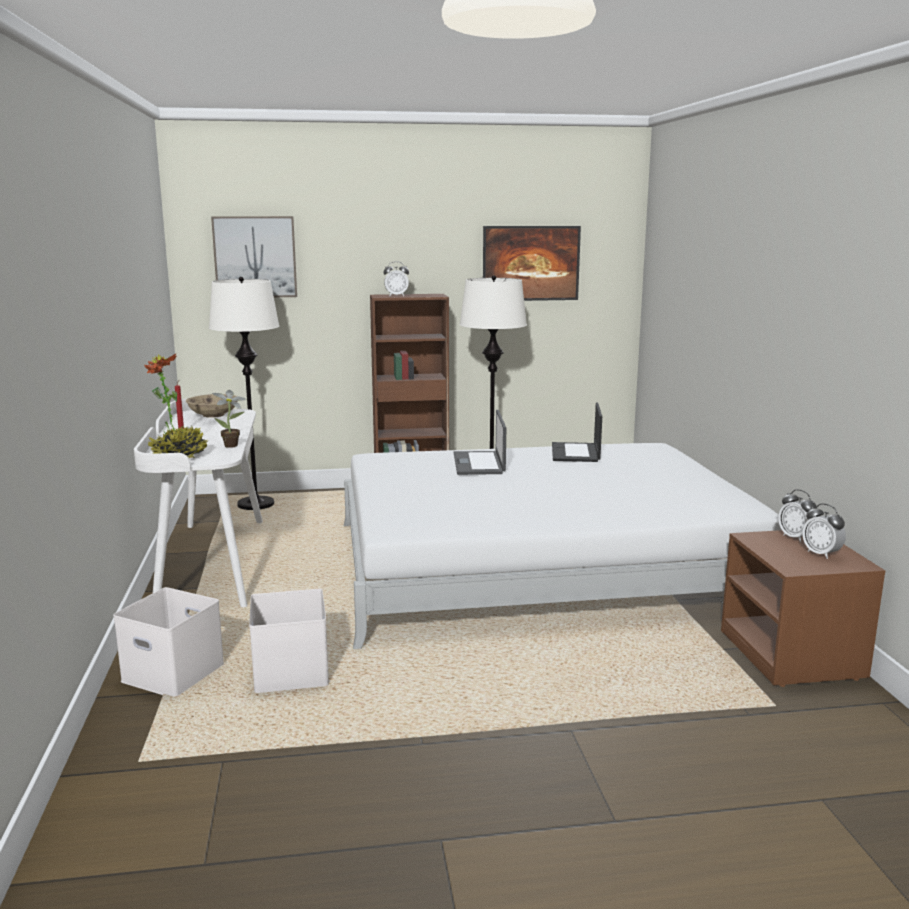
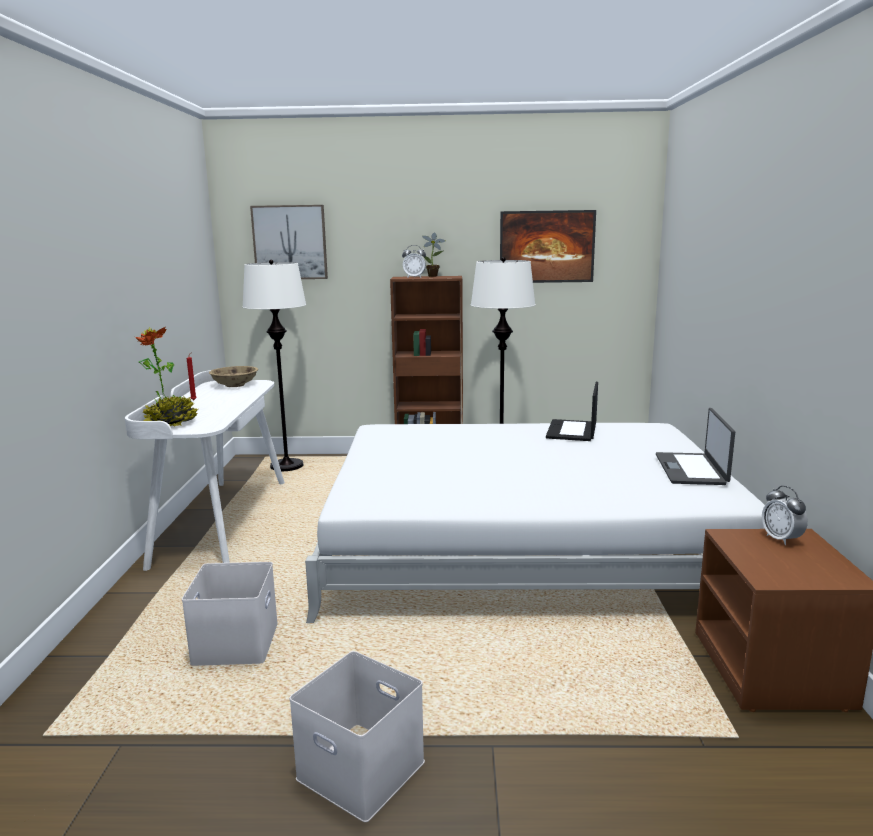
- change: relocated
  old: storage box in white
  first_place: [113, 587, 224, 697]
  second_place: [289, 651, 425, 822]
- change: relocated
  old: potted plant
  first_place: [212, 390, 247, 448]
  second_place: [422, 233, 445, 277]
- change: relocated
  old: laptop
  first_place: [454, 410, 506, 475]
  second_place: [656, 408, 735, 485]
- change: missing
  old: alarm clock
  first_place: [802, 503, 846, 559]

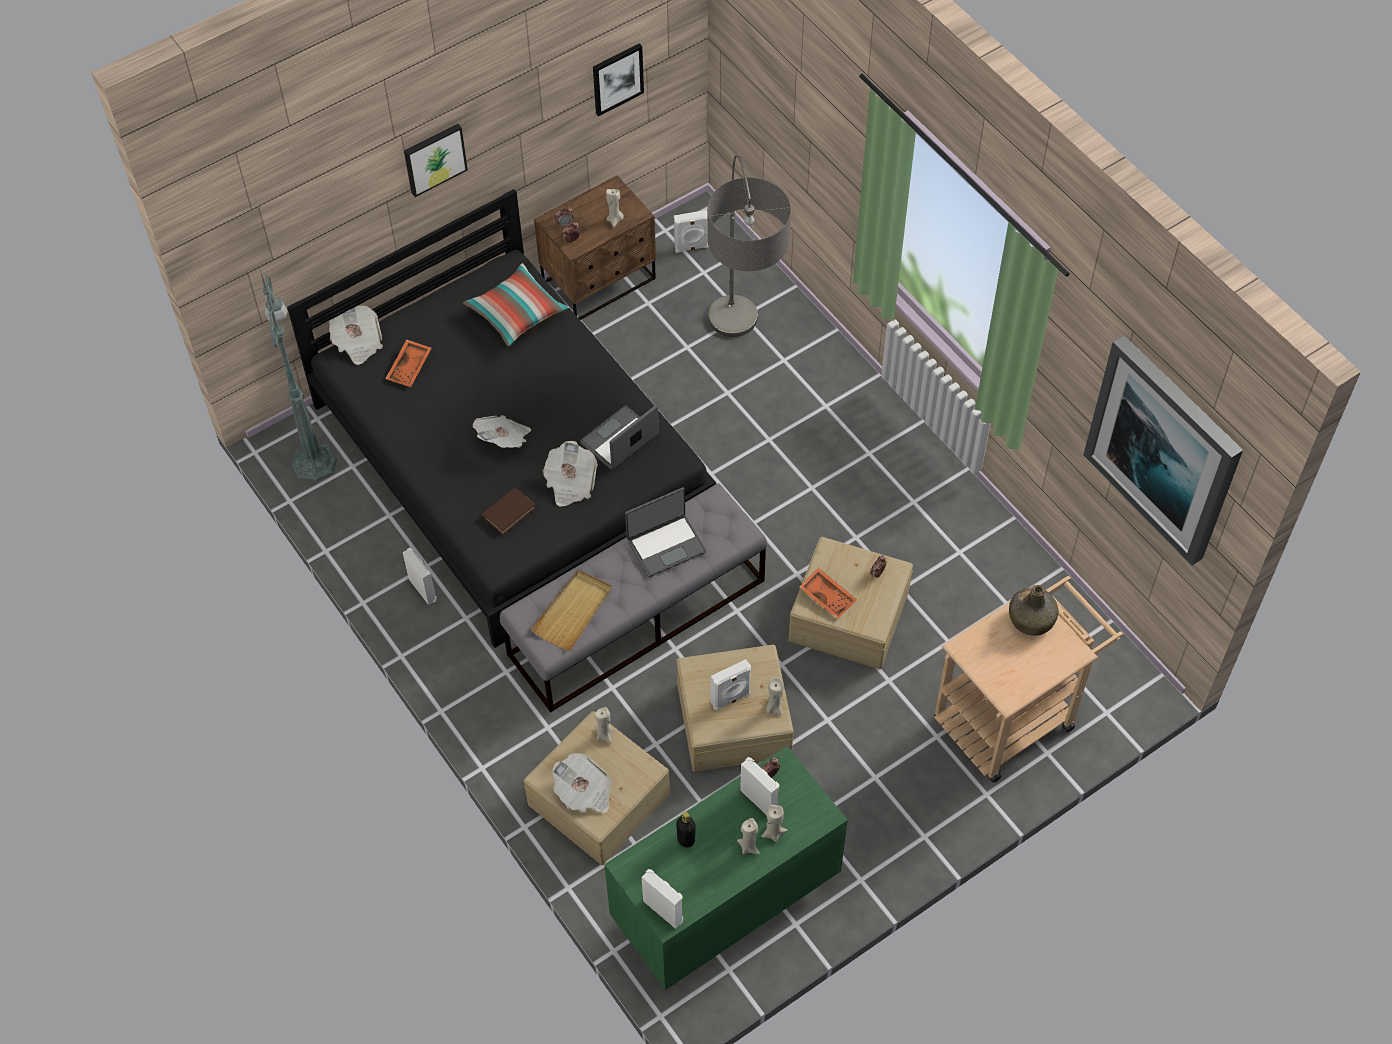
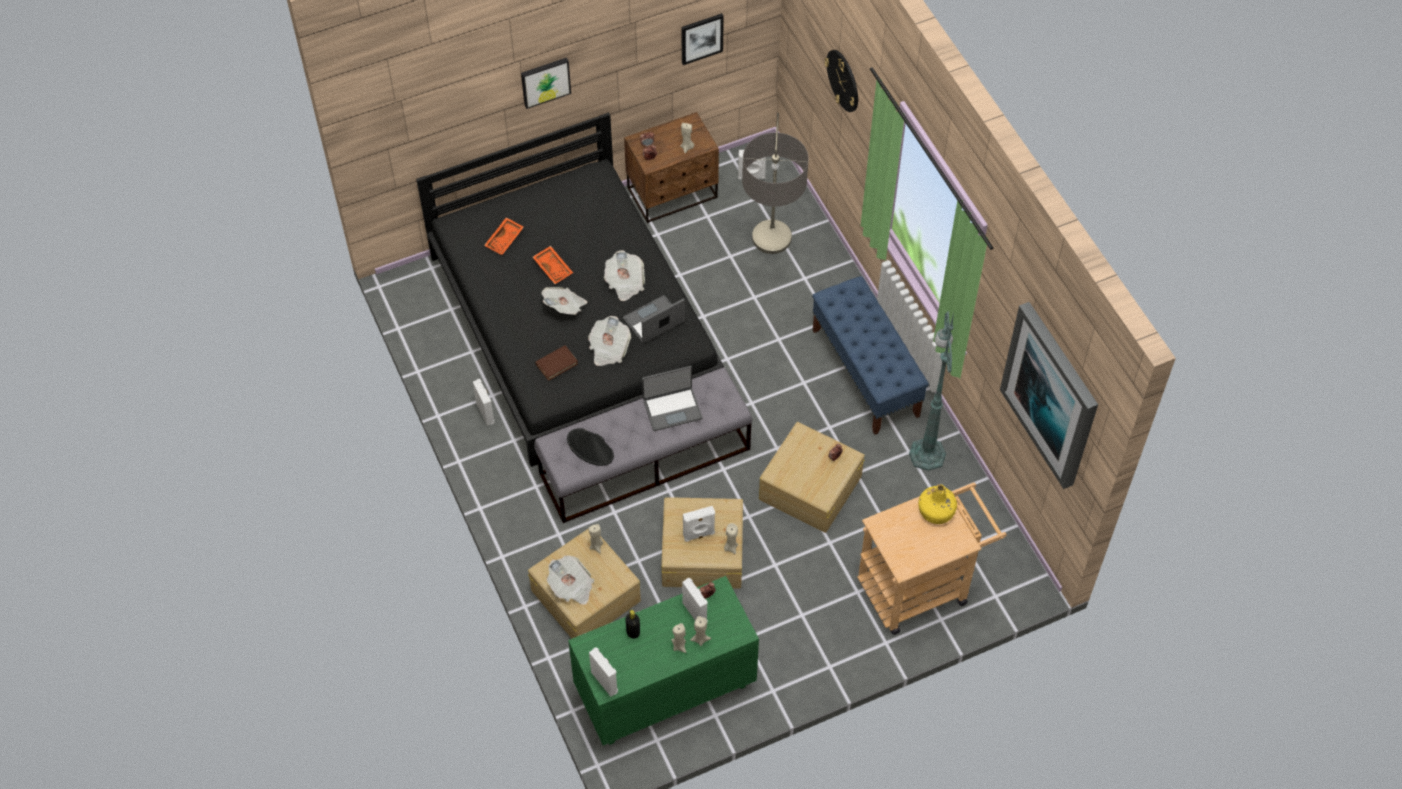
- change: relocated
  old: tray in orange
  first_place: [799, 568, 857, 619]
  second_place: [533, 246, 573, 284]
- change: exchanged
  old: tray in beige
  new: hat in black
  first_place: [531, 569, 612, 650]
  second_place: [567, 428, 614, 466]
- change: relocated
  old: newspaper
  first_place: [329, 306, 383, 365]
  second_place: [604, 250, 645, 301]
- change: appeared
  new: bench in blue
  second_place: [812, 276, 929, 435]
- change: appeared
  new: wall clock
  second_place: [825, 50, 858, 112]
- change: relocated
  old: floor lamp in green
  first_place: [260, 270, 337, 481]
  second_place: [909, 311, 954, 471]
- change: colour
  old: bottle in green
  new: bottle in yellow
  first_place: [1009, 585, 1058, 636]
  second_place: [918, 484, 957, 524]
- change: missing
  old: pillow
  first_place: [463, 263, 569, 347]

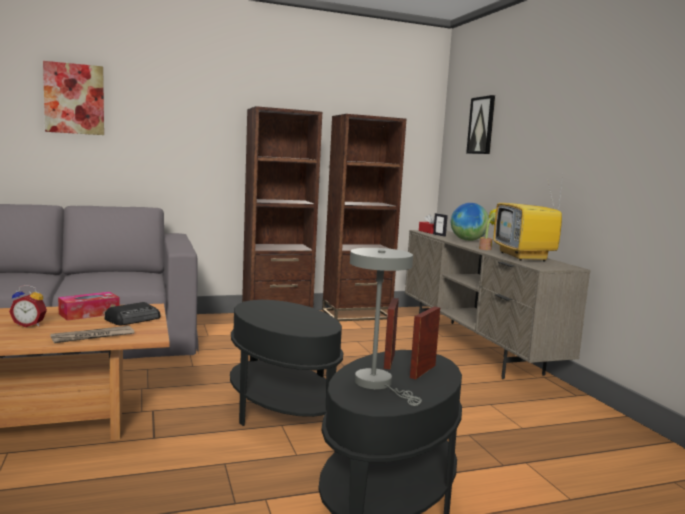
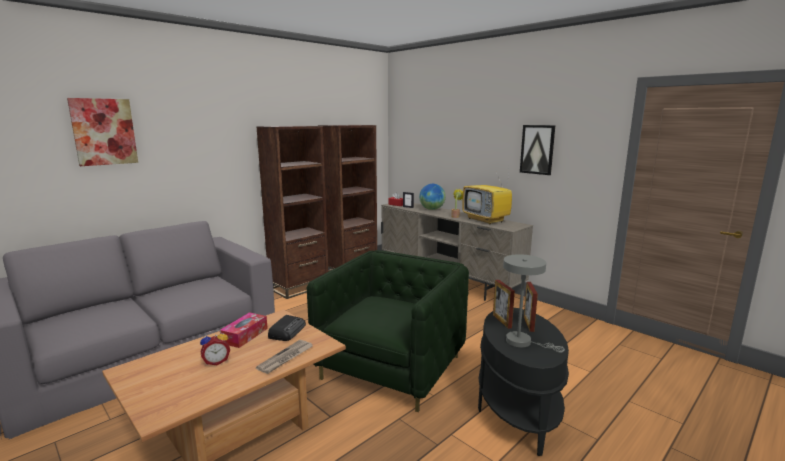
- change: exchanged
  old: side table in black
  new: armchair in green
  first_place: [230, 300, 343, 426]
  second_place: [307, 250, 469, 412]
- change: relocated
  old: picture
  first_place: [466, 95, 495, 154]
  second_place: [520, 125, 555, 175]

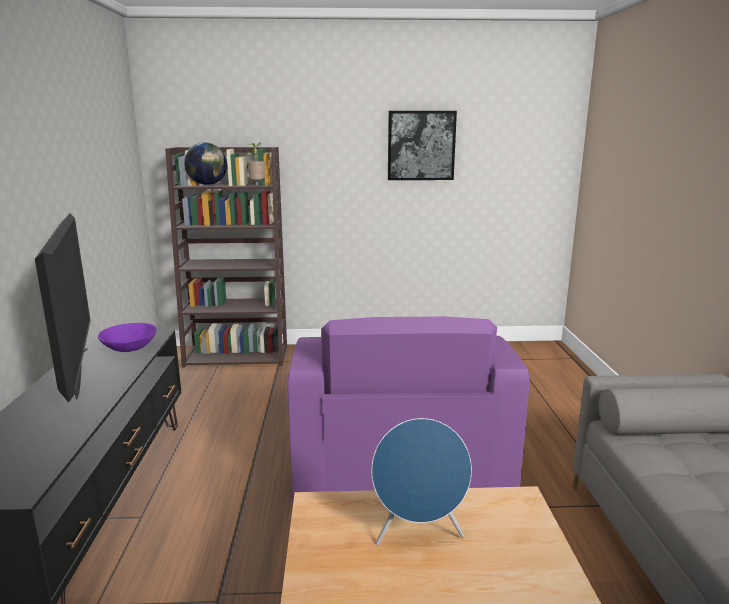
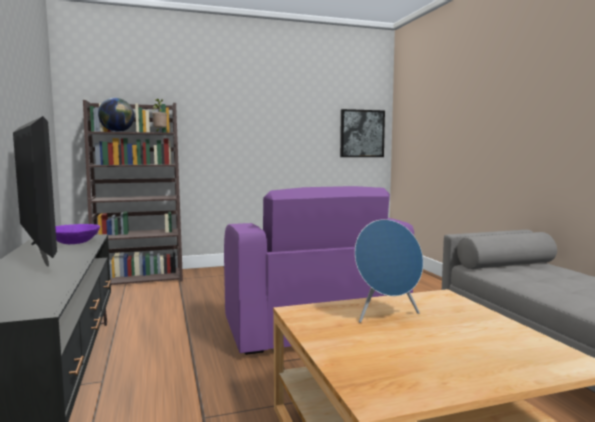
- change: relocated
  old: picture
  first_place: [388, 111, 457, 180]
  second_place: [340, 109, 385, 157]

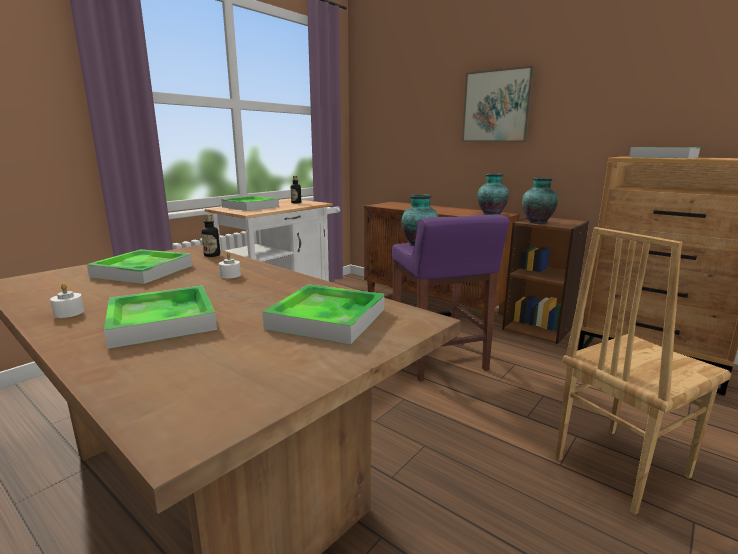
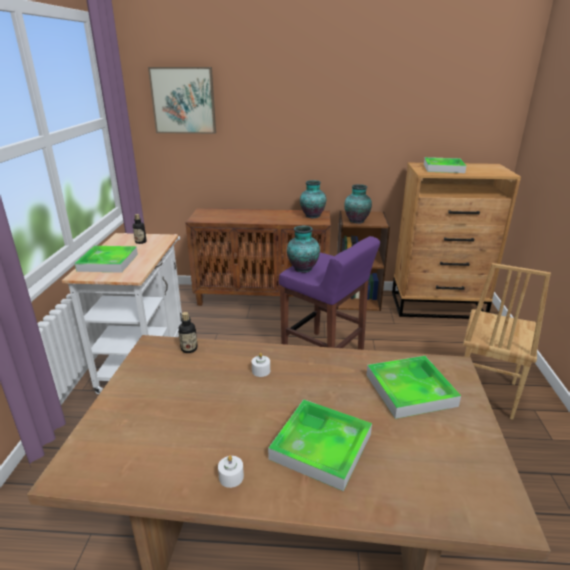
- change: relocated
  old: picture
  first_place: [462, 66, 535, 142]
  second_place: [148, 67, 216, 134]
- change: missing
  old: tray
  first_place: [87, 249, 192, 284]

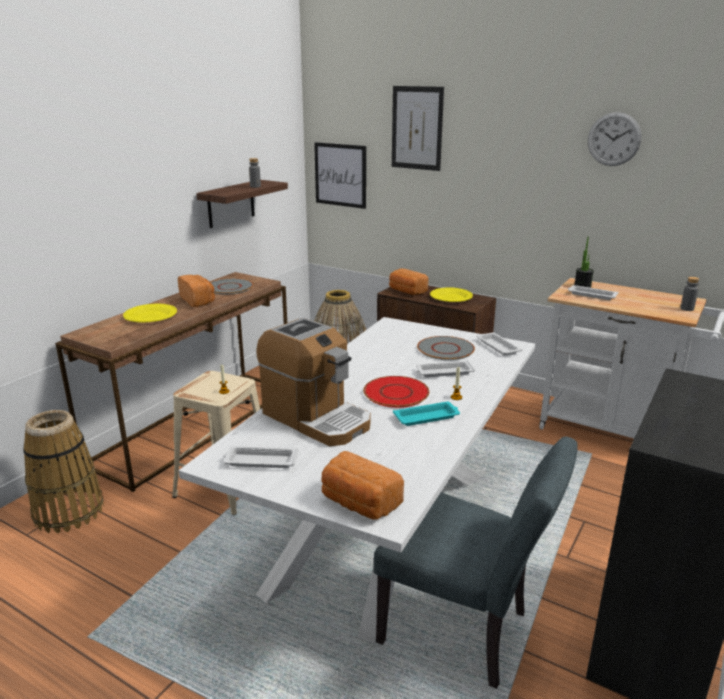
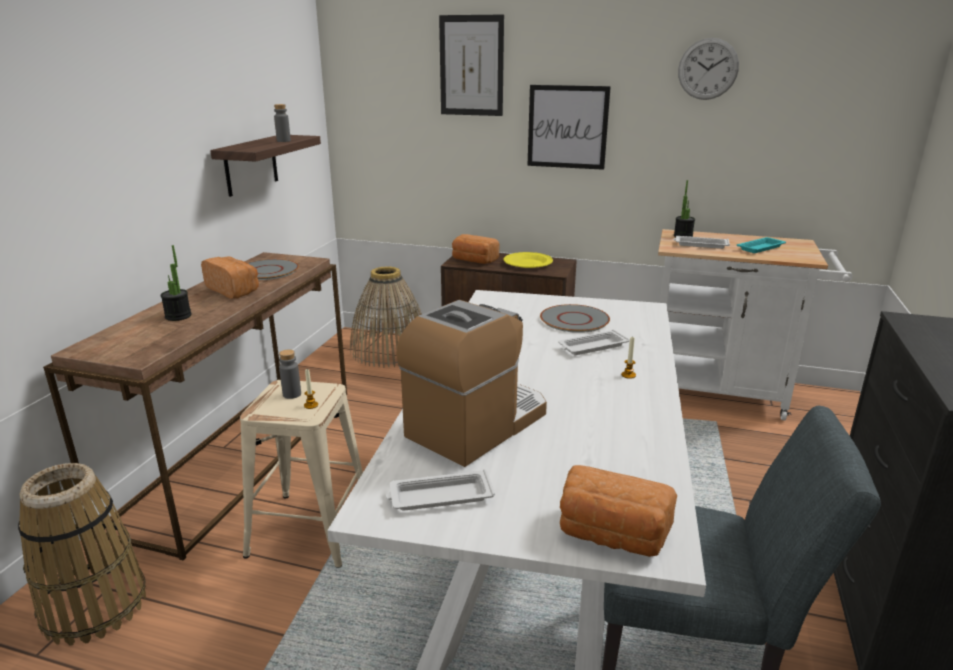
- change: exchanged
  old: plate in yellow
  new: potted plant
  first_place: [123, 304, 177, 323]
  second_place: [160, 245, 192, 321]
- change: relocated
  old: bottle in grey
  first_place: [680, 277, 699, 311]
  second_place: [279, 349, 301, 399]
- change: spun
  old: coffee machine
  first_place: [256, 318, 371, 446]
  second_place: [396, 300, 547, 467]
  degrees: -75
- change: relocated
  old: picture
  first_place: [314, 142, 366, 209]
  second_place: [527, 85, 611, 170]
- change: relocated
  old: tray in turquoise
  first_place: [393, 402, 460, 426]
  second_place: [737, 237, 786, 253]
- change: missing
  old: plate in red
  first_place: [363, 376, 429, 408]
- change: missing
  old: tray in white
  first_place: [477, 332, 522, 356]

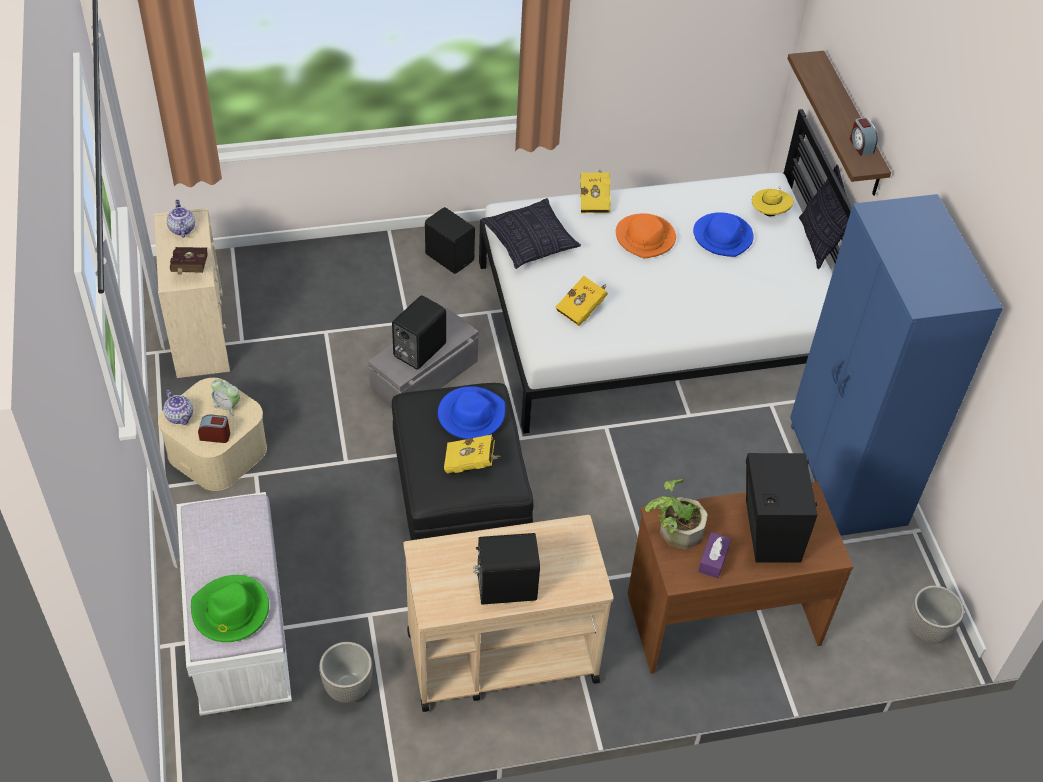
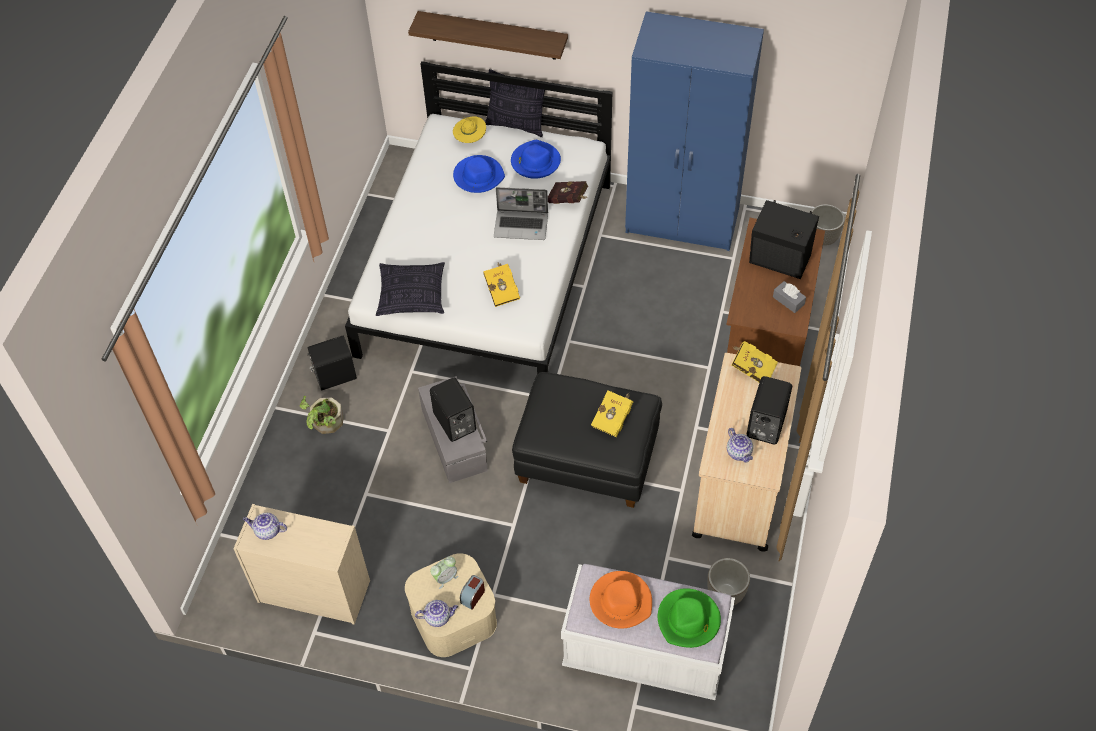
- change: relocated
  old: potted plant
  first_place: [645, 479, 708, 549]
  second_place: [300, 396, 343, 434]
- change: appeared
  new: laptop
  second_place: [494, 187, 548, 240]
- change: relocated
  old: hat in blue
  first_place: [438, 386, 505, 439]
  second_place: [511, 140, 561, 179]
- change: relocated
  old: book in red
  first_place: [170, 247, 208, 275]
  second_place: [548, 181, 588, 204]
- change: relocated
  old: hat in orange
  first_place: [616, 213, 676, 258]
  second_place: [590, 571, 652, 629]
- change: appeared
  new: teapot
  second_place: [727, 428, 753, 462]
- change: relocated
  old: book in yellow
  first_place: [581, 171, 611, 213]
  second_place: [731, 341, 778, 383]
- change: colour
  old: tissue box in purple
  new: tissue box in grey
  first_place: [698, 532, 731, 578]
  second_place: [773, 281, 806, 313]
- change: missing
  old: alarm clock
  first_place: [850, 117, 878, 156]

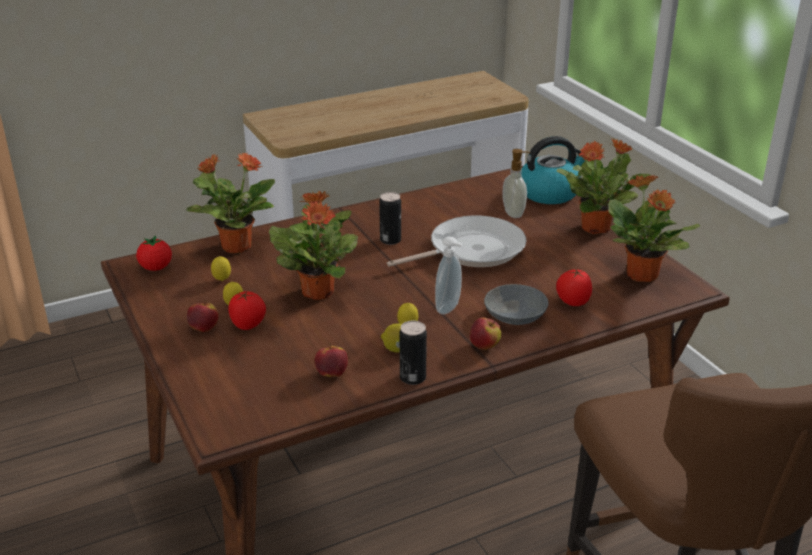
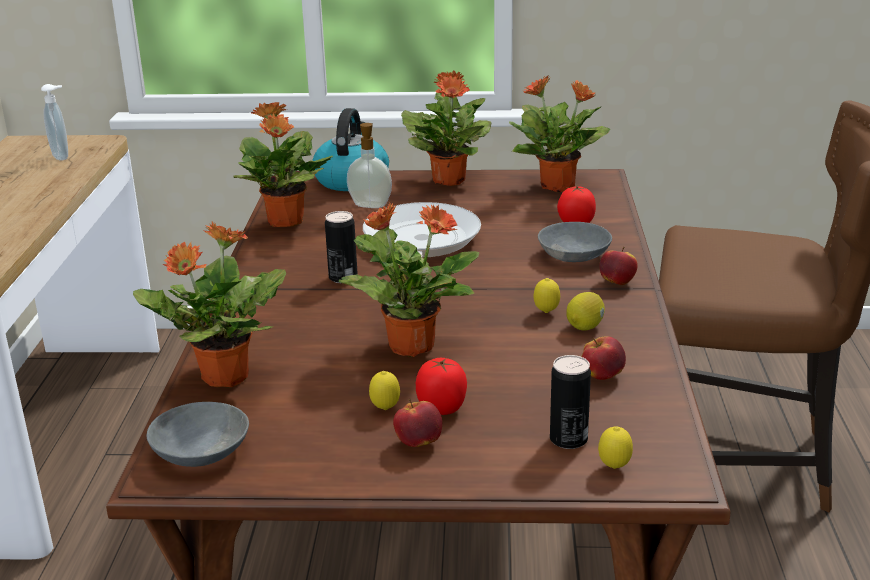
- change: relocated
  old: soap dispenser
  first_place: [435, 236, 463, 314]
  second_place: [41, 84, 68, 161]
- change: exchanged
  old: tomato
  new: bowl in grey
  first_place: [136, 235, 172, 271]
  second_place: [147, 402, 249, 467]
- change: appeared
  new: potted plant
  second_place: [234, 102, 333, 227]
- change: relocated
  old: can
  first_place: [400, 320, 427, 385]
  second_place: [550, 355, 591, 449]
- change: relocated
  old: lemon
  first_place: [211, 256, 231, 281]
  second_place: [598, 426, 633, 469]

